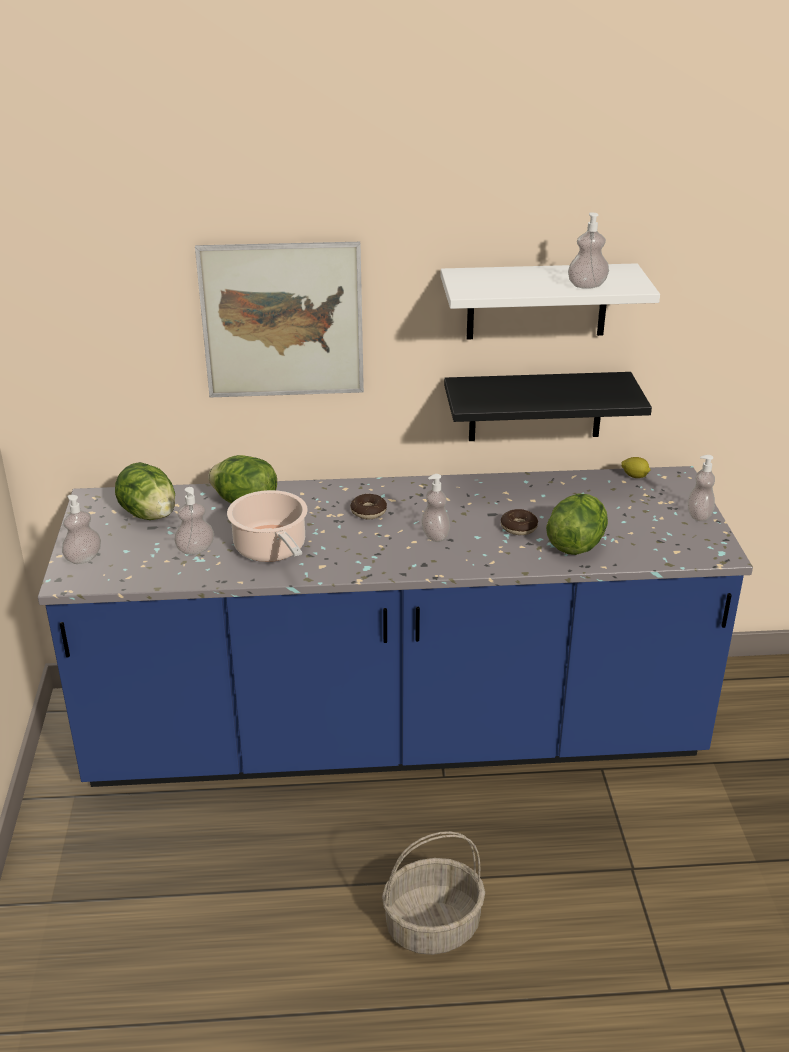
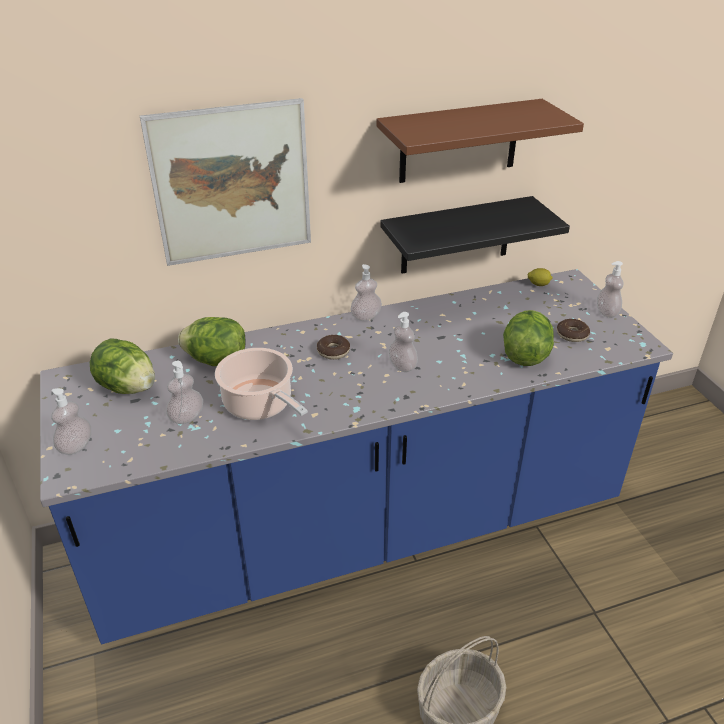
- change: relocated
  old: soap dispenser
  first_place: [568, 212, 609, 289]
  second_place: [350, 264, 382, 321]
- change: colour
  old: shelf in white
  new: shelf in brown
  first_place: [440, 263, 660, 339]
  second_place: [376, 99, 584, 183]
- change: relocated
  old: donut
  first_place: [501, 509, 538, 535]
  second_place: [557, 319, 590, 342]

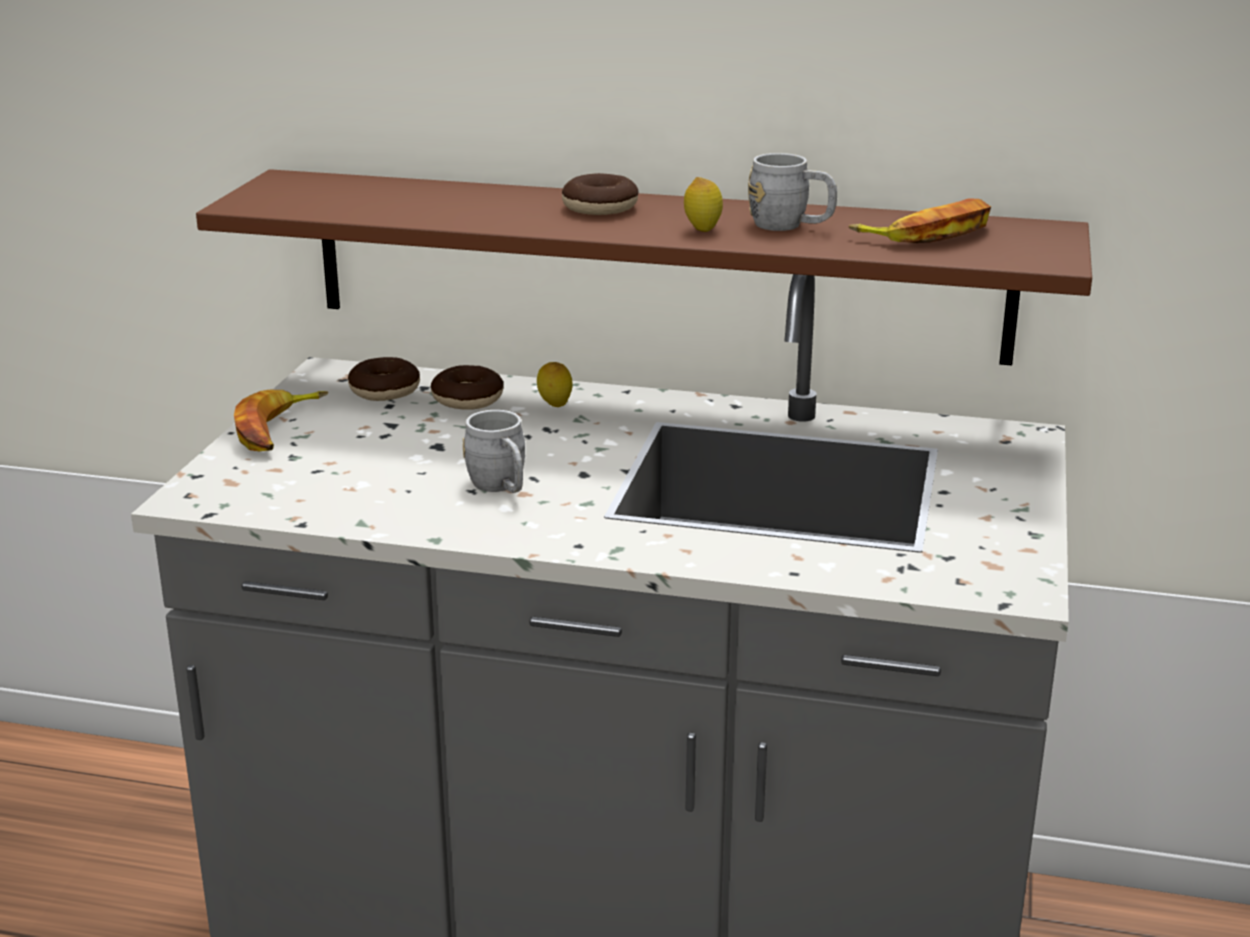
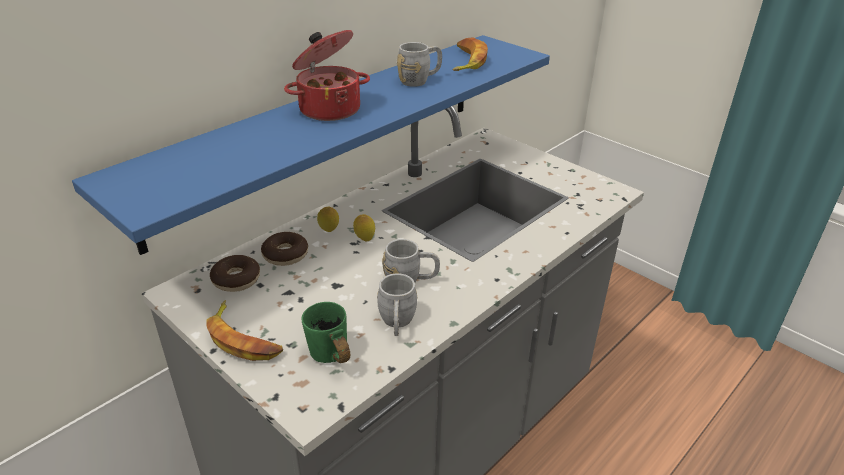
- change: colour
  old: shelf in brown
  new: shelf in blue
  first_place: [196, 169, 1092, 365]
  second_place: [72, 35, 550, 255]
- change: exchanged
  old: donut
  new: cooking pot
  first_place: [562, 173, 639, 215]
  second_place: [284, 30, 370, 121]
- change: appeared
  new: mug in green
  second_place: [302, 302, 350, 363]
- change: relocated
  old: lemon
  first_place: [684, 177, 723, 232]
  second_place: [353, 214, 375, 241]
- change: appeared
  new: mug in grey
  second_place: [377, 273, 418, 336]

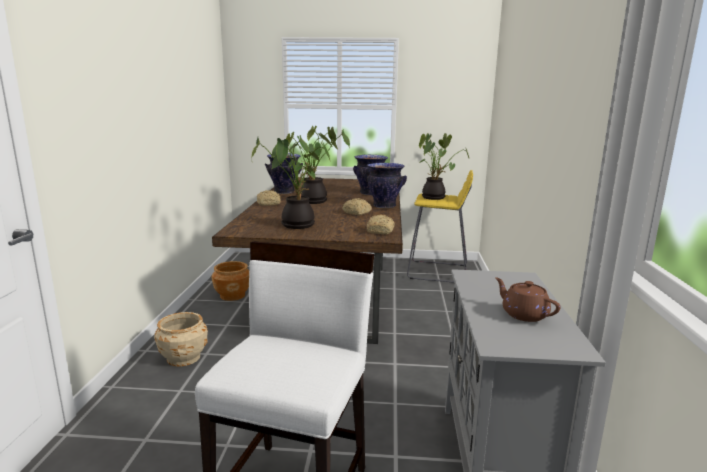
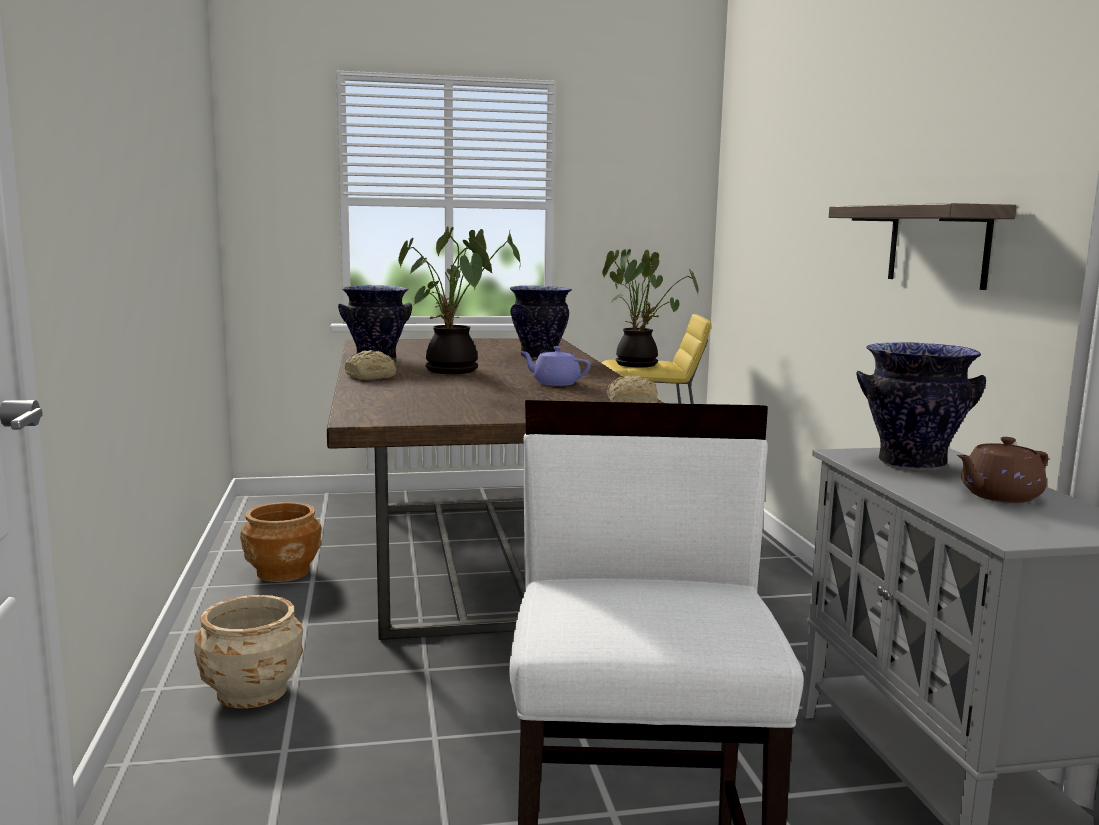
- change: exchanged
  old: bread
  new: teapot in purple
  first_place: [343, 198, 372, 215]
  second_place: [520, 346, 591, 386]
- change: appeared
  new: shelf
  second_place: [829, 203, 1016, 290]
- change: relocated
  old: vase
  first_place: [364, 163, 407, 208]
  second_place: [856, 342, 986, 470]
- change: spun
  old: teapot in brown
  first_place: [495, 277, 561, 322]
  second_place: [957, 437, 1048, 503]
  degrees: -60
- change: missing
  old: potted plant
  first_place: [251, 135, 330, 229]

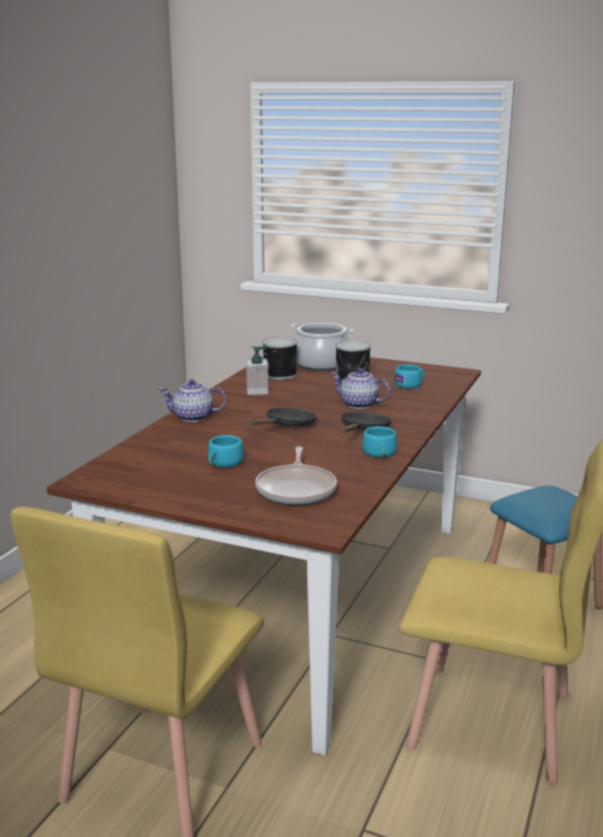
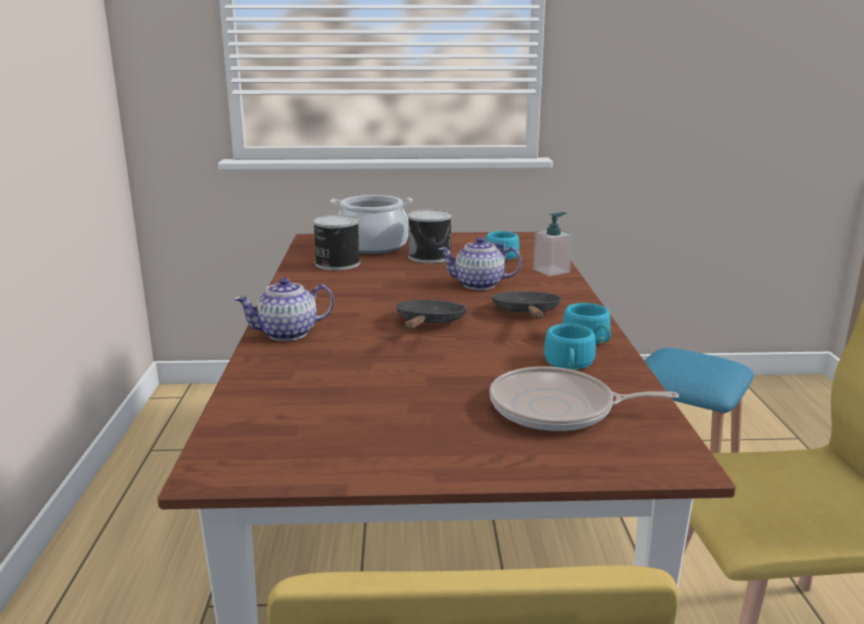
- change: spun
  old: frying pan
  first_place: [255, 446, 337, 505]
  second_place: [490, 366, 679, 432]
  degrees: 120
- change: relocated
  old: soap dispenser
  first_place: [246, 346, 268, 395]
  second_place: [533, 212, 573, 276]
- change: relocated
  old: cup in turquoise
  first_place: [208, 435, 244, 467]
  second_place: [544, 324, 596, 370]

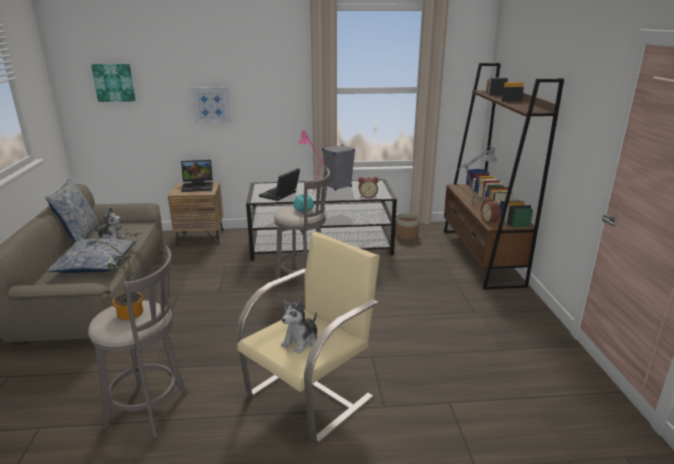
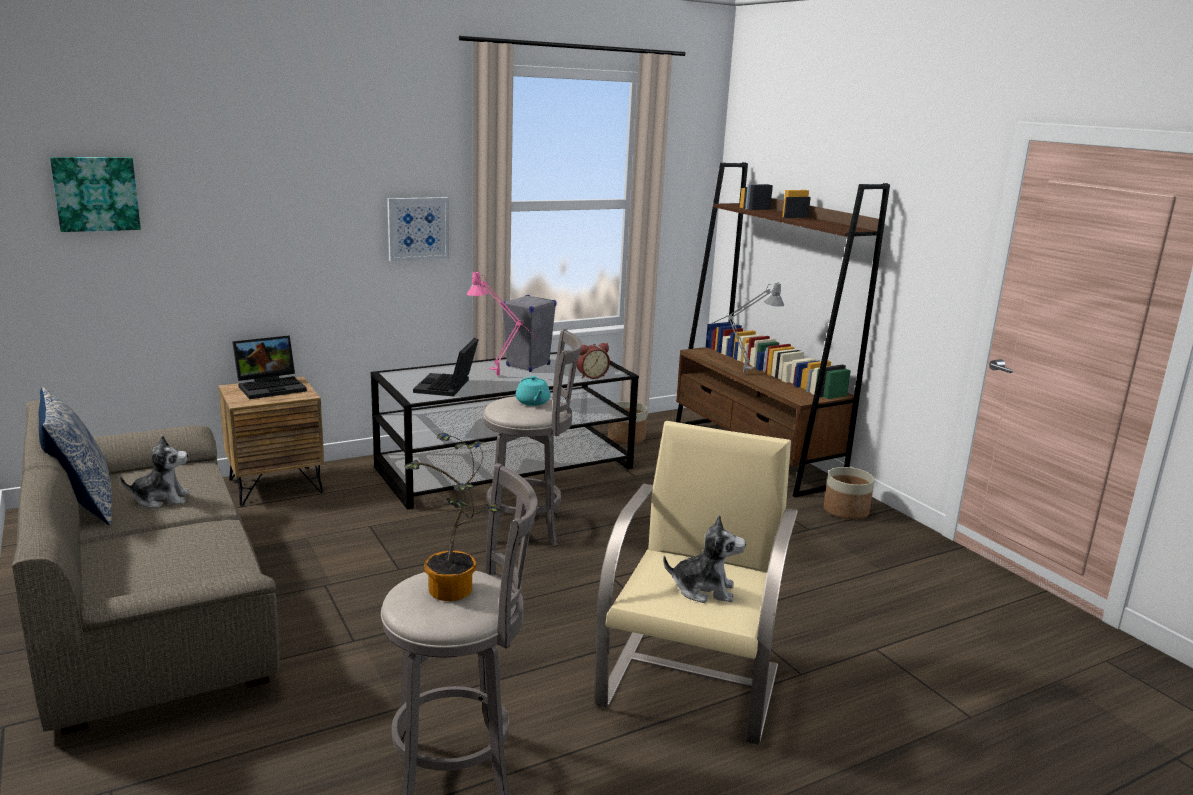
- change: relocated
  old: picture
  first_place: [191, 87, 231, 124]
  second_place: [387, 197, 449, 262]
- change: spun
  old: plush toy
  first_place: [281, 300, 318, 354]
  second_place: [663, 514, 746, 603]
  degrees: -90
- change: appeared
  new: planter
  second_place: [824, 467, 875, 519]
- change: missing
  old: pillow
  first_place: [47, 239, 137, 273]
- change: missing
  old: alarm clock
  first_place: [481, 197, 501, 225]

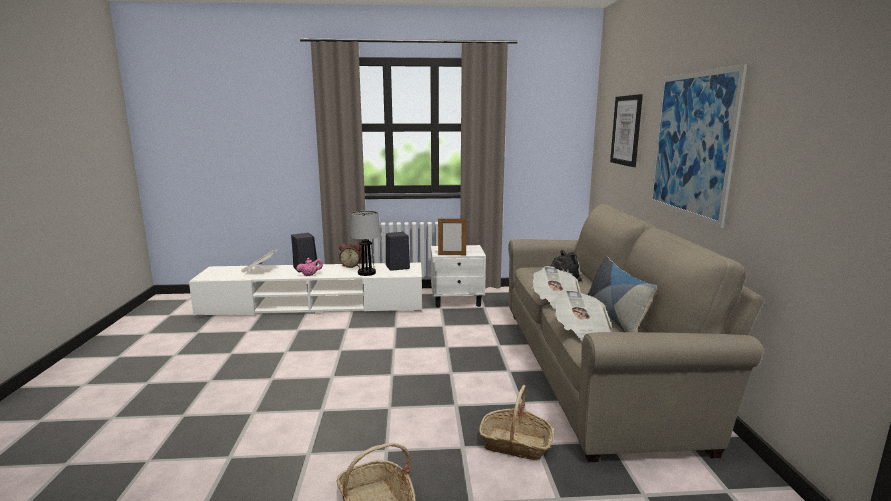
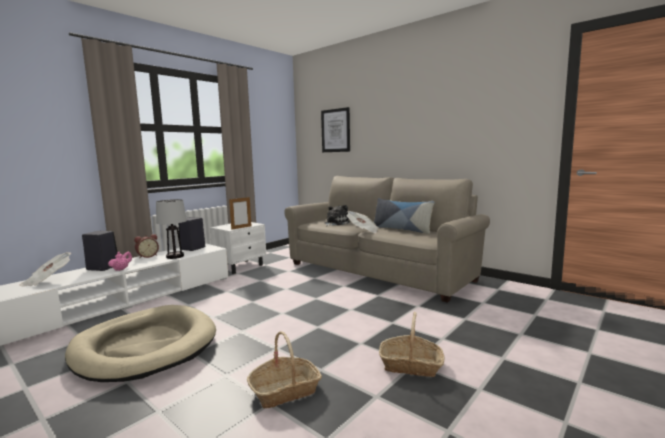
- change: appeared
  new: dog bed in beige
  second_place: [65, 305, 216, 382]
- change: relocated
  old: basket
  first_place: [479, 385, 554, 461]
  second_place: [247, 331, 322, 409]
- change: missing
  old: newspaper
  first_place: [554, 290, 612, 342]
- change: missing
  old: picture
  first_place: [650, 64, 747, 228]

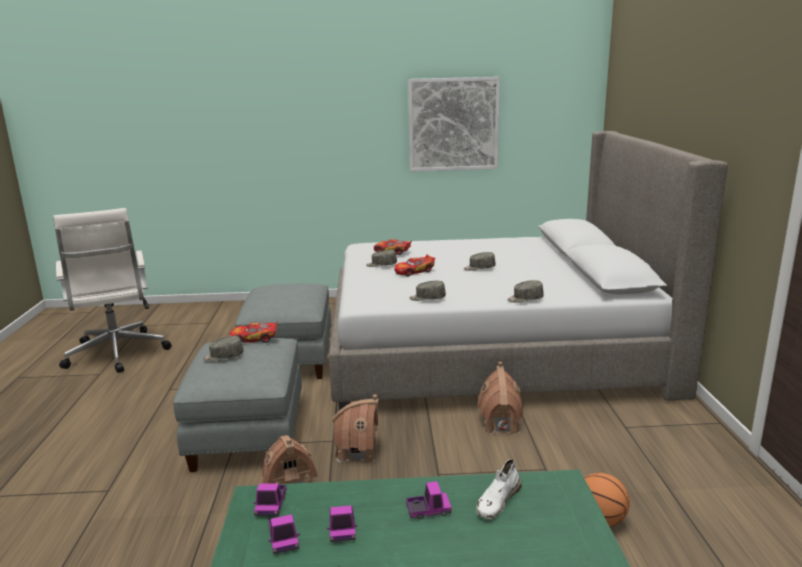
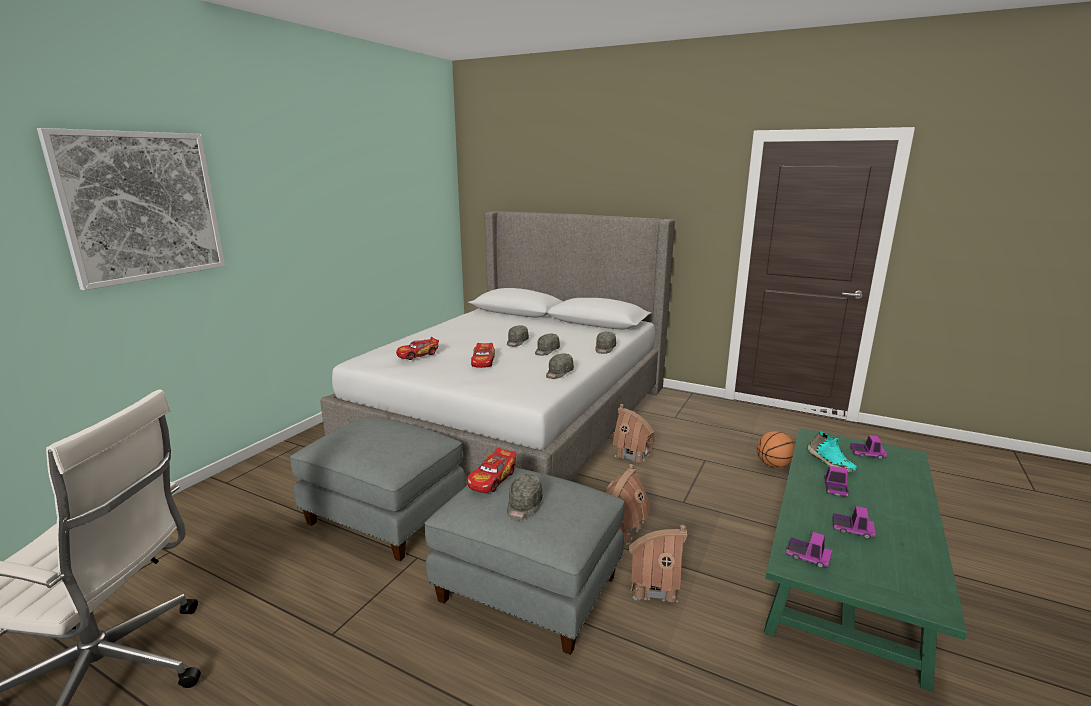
- change: relocated
  old: picture
  first_place: [408, 77, 500, 172]
  second_place: [37, 128, 225, 290]
- change: relocated
  old: cap in grey
  first_place: [366, 250, 397, 267]
  second_place: [535, 334, 560, 356]
- change: colour
  old: shoe in white
  new: shoe in turquoise
  first_place: [476, 459, 522, 519]
  second_place: [807, 431, 857, 472]
- change: relocated
  old: toy truck
  first_place: [268, 514, 300, 554]
  second_place: [850, 435, 887, 459]

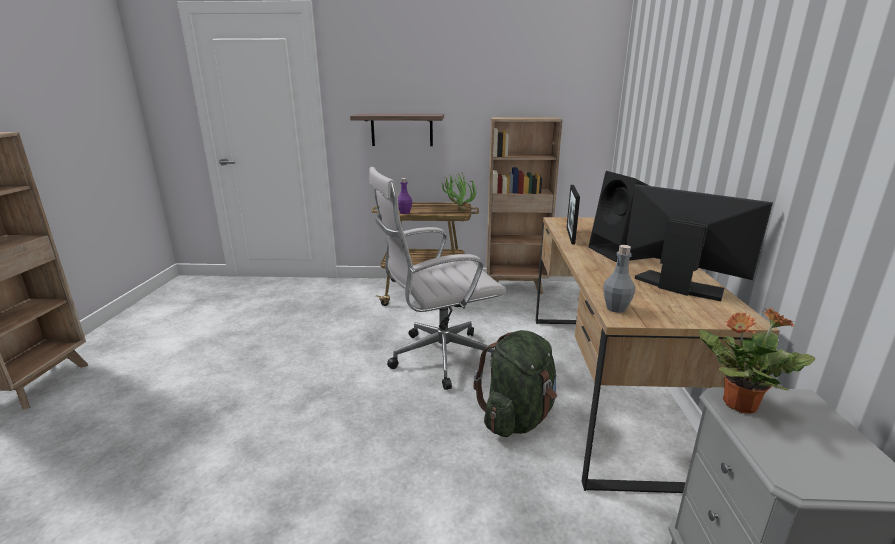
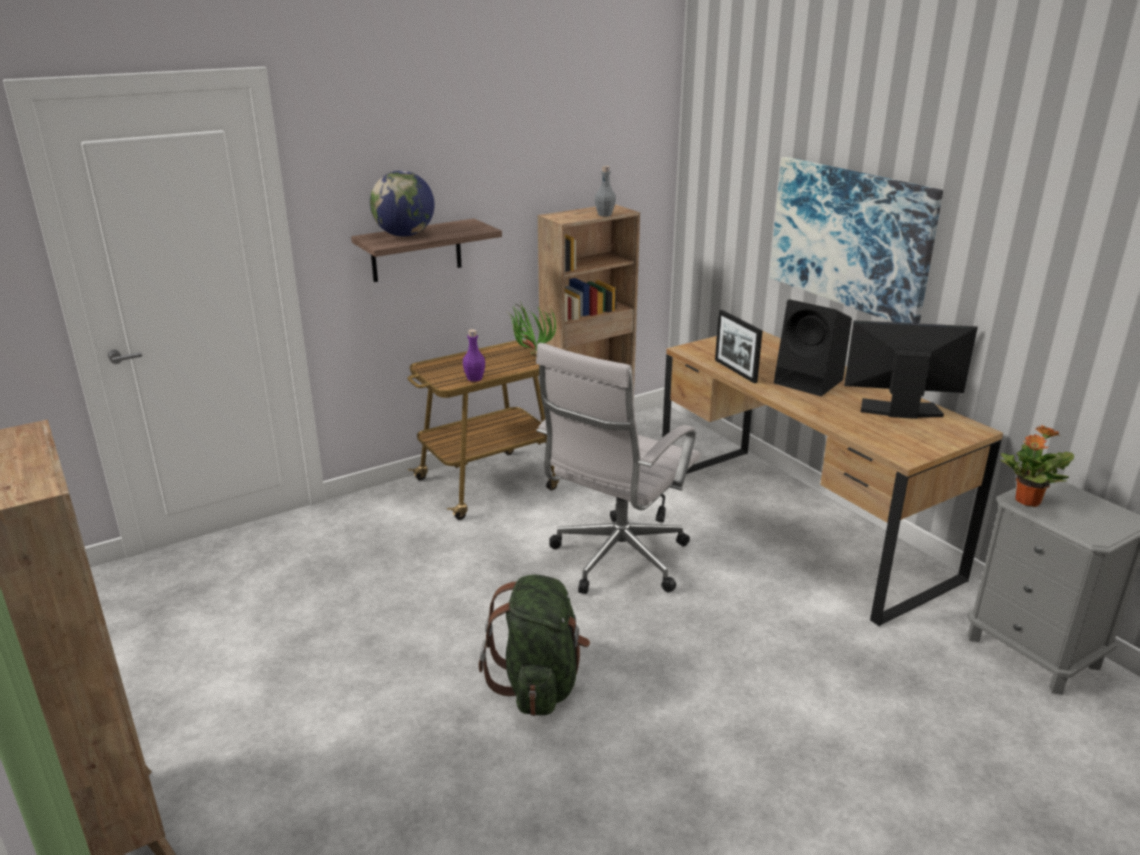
- change: appeared
  new: globe
  second_place: [370, 171, 435, 237]
- change: relocated
  old: backpack in green
  first_place: [473, 330, 557, 437]
  second_place: [479, 575, 590, 716]
- change: relocated
  old: bottle in grey
  first_place: [603, 245, 635, 313]
  second_place: [595, 166, 616, 217]
- change: appeared
  new: picture
  second_place: [769, 157, 943, 324]

